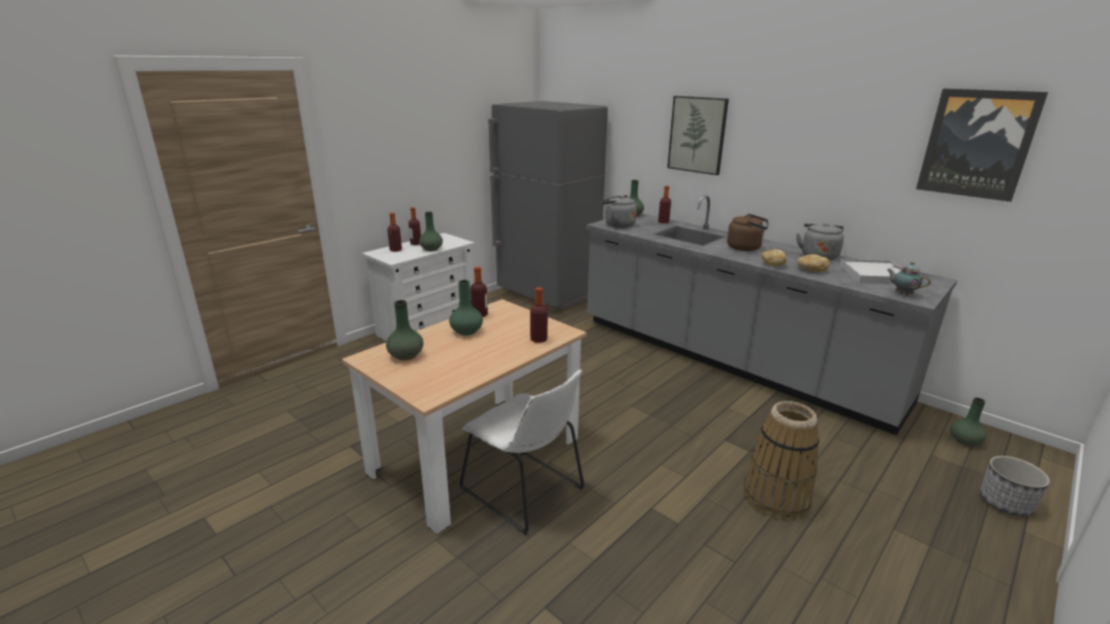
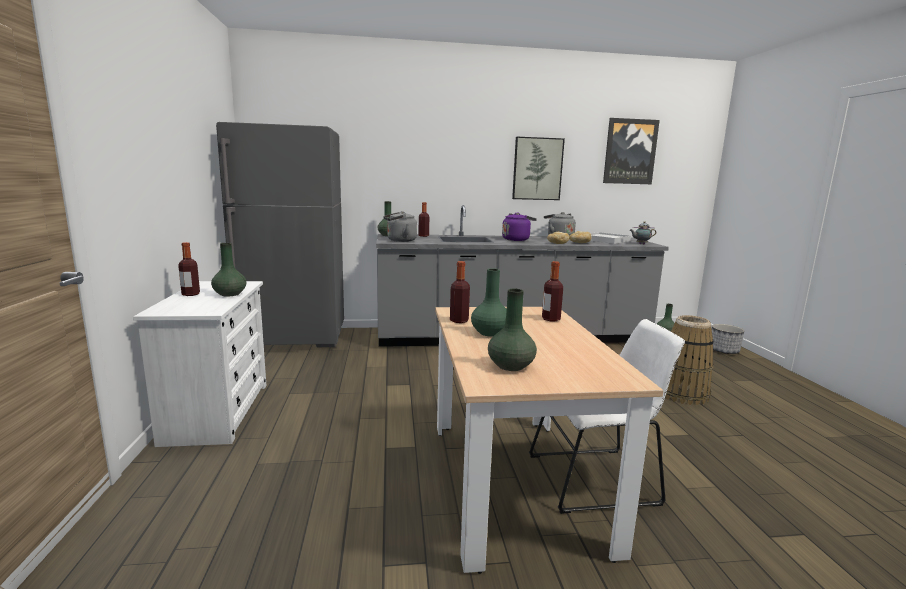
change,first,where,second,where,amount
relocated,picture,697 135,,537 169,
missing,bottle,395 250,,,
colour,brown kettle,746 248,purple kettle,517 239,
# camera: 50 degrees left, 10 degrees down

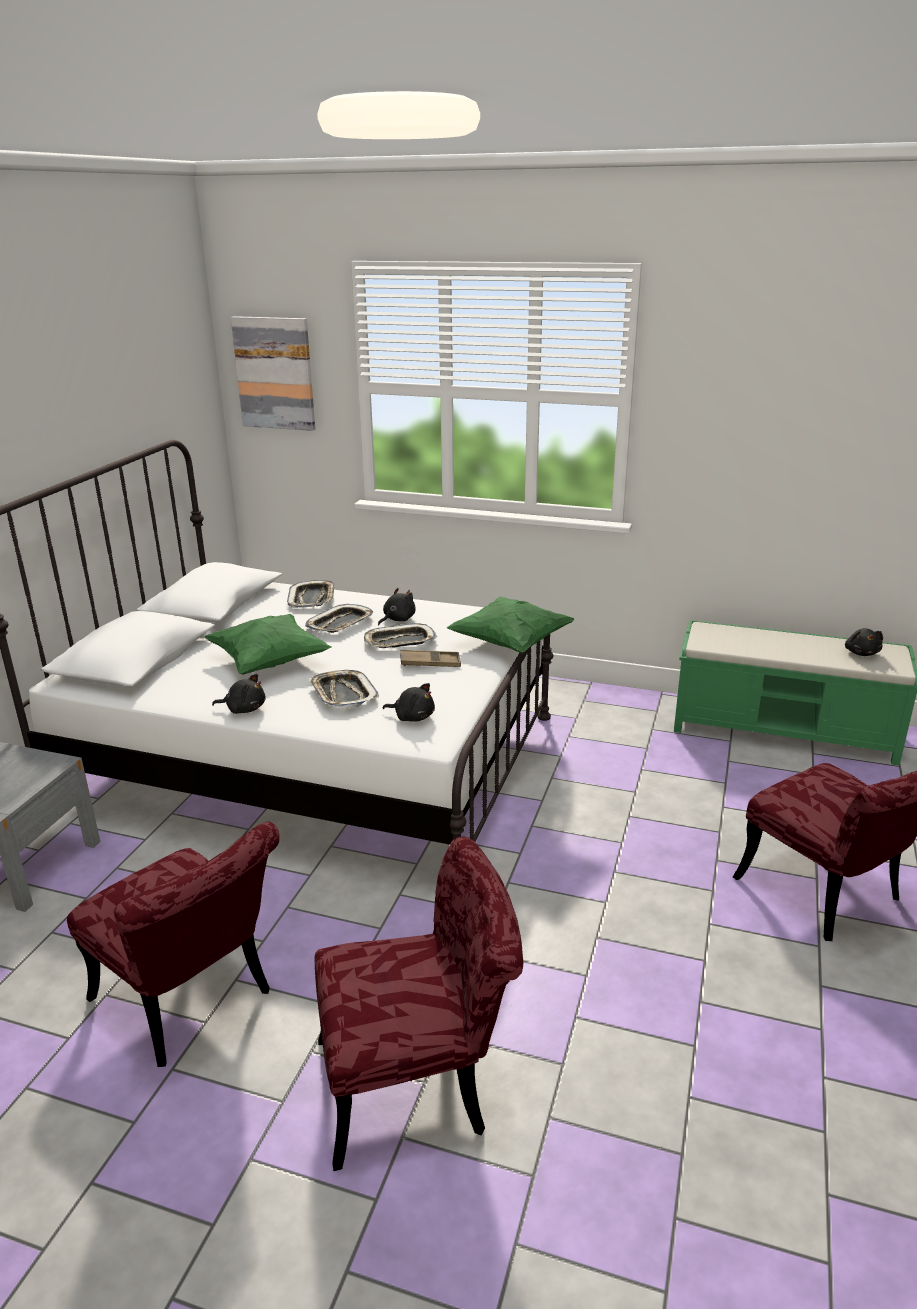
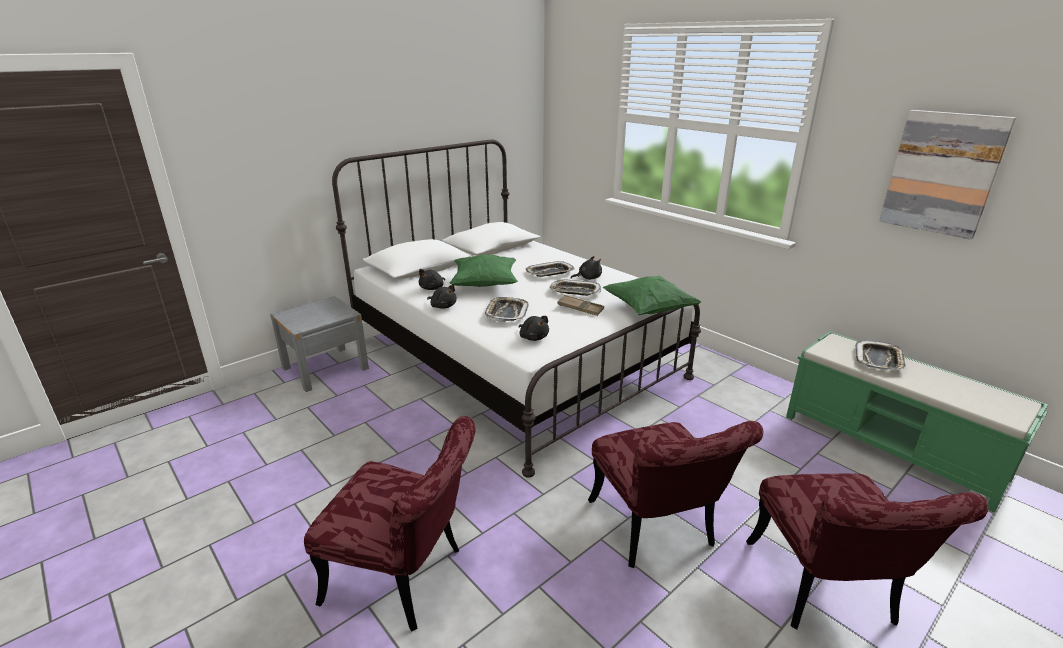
change,first,where,second,where,amount
relocated,picture,275 373,,942 173,
relocated,tray,312 599,,879 360,
relocated,black plush toy,861 653,,432 288,
relocated,red chair,192 1004,,657 532,
# camera: 30 degrees right, 0 degrees up

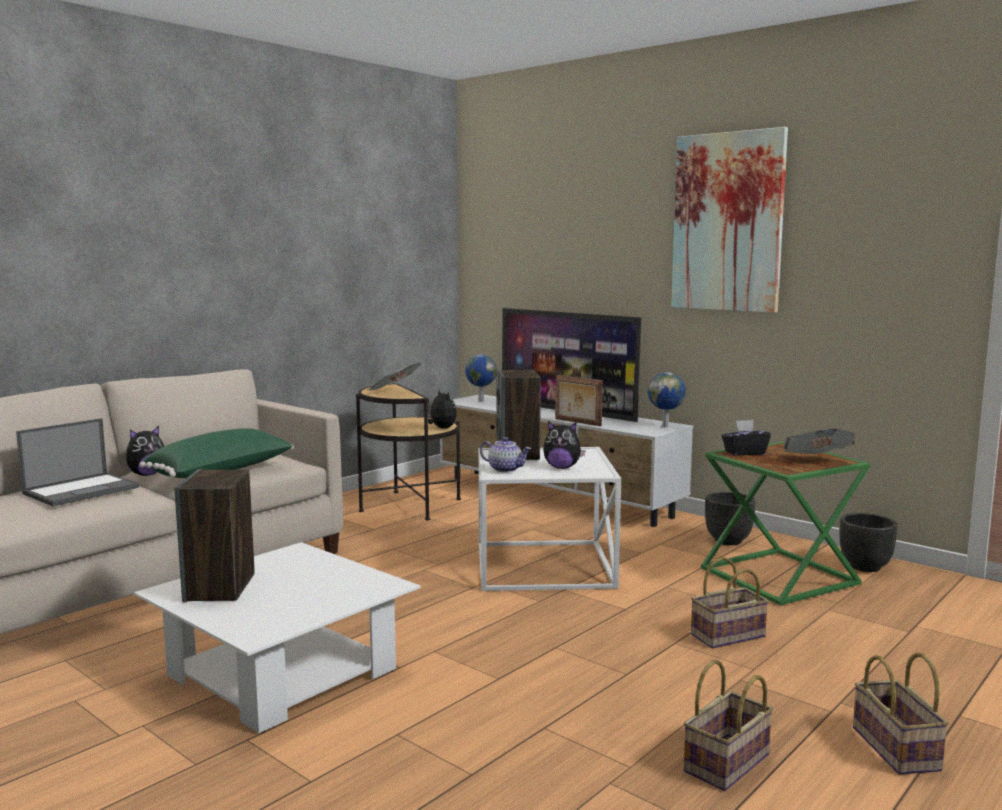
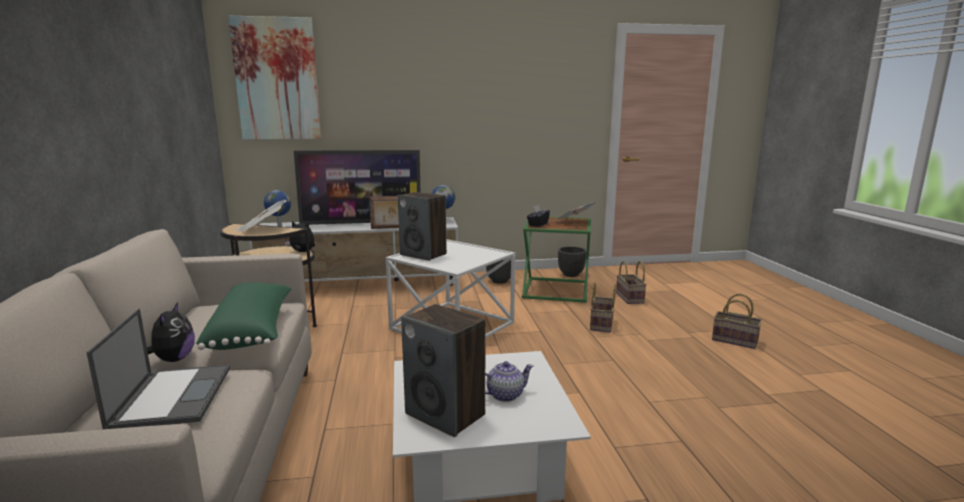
change,first,where,second,where,amount
relocated,picture,727 222,,277 79,
missing,plush toy,562 467,,,
relocated,teapot,505 469,,505 395,
relocated,basket,727 765,,630 298,
# camera: 50 degrees left, 5 degrees up

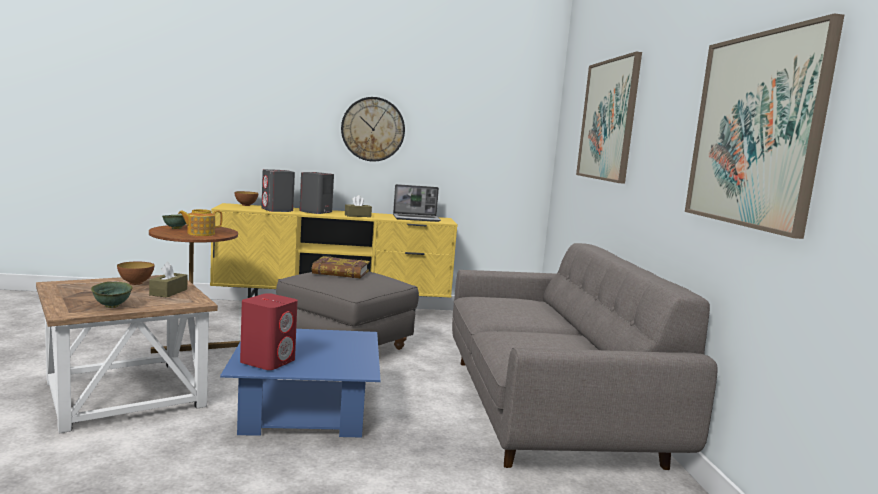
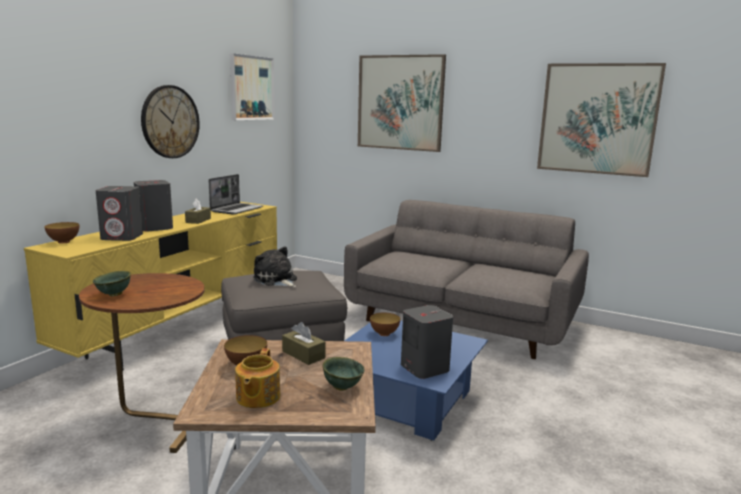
change,first,where,second,where,amount
relocated,teapot,200 233,,257 397,
exchanged,book,340 272,plush toy,276 280,
colour,red speaker,268 361,grey speaker,424 368,
appeared,,,picture,251 88,
appeared,,,bowl,384 334,
# camera: 55 degrees left, 5 degrees up

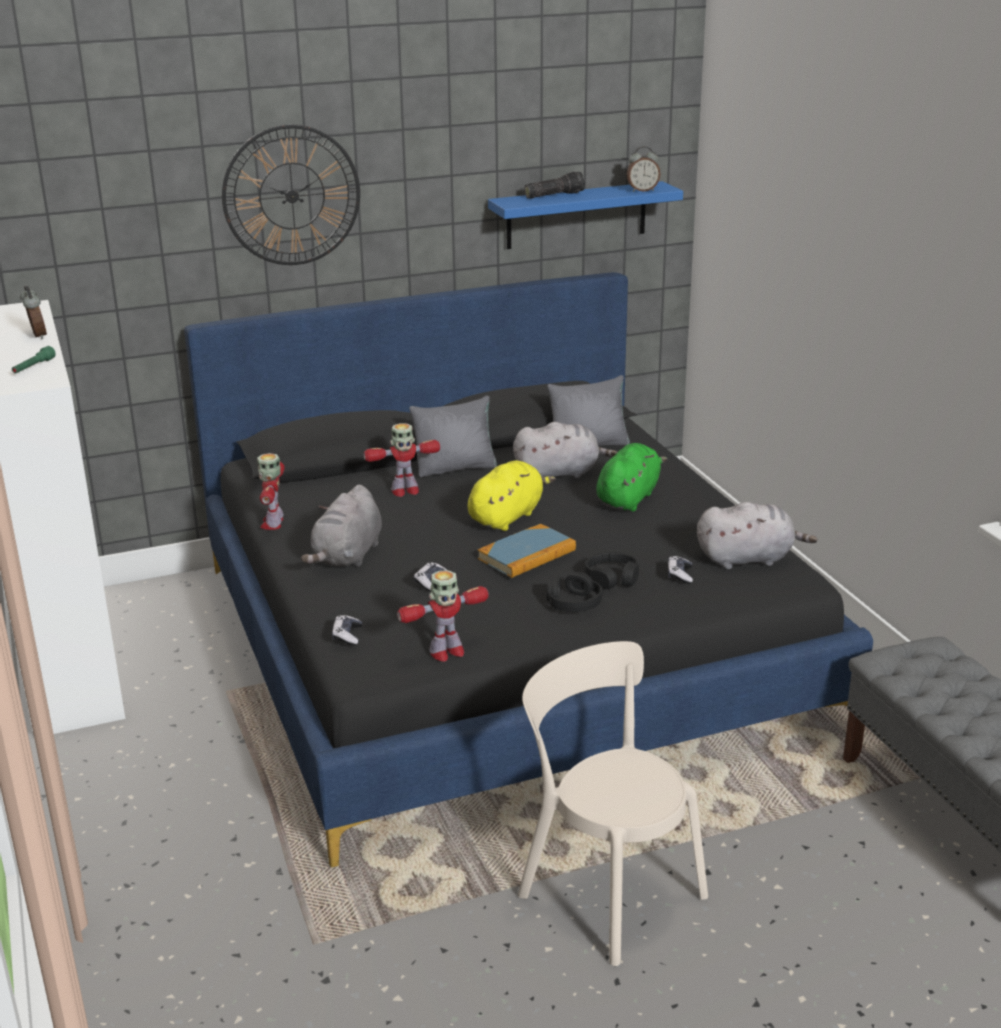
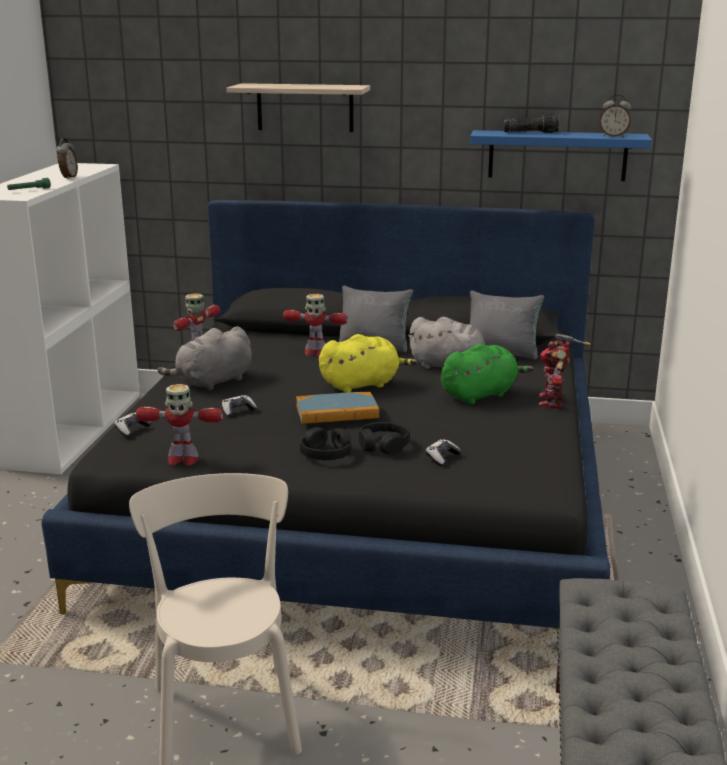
change,first,where,second,where,amount
exchanged,wall clock,292 196,shelf,305 107,
missing,grey plush toy,748 559,,,
appeared,,,toy robot,553 401,
# camera: 30 degrees right, 5 degrees down

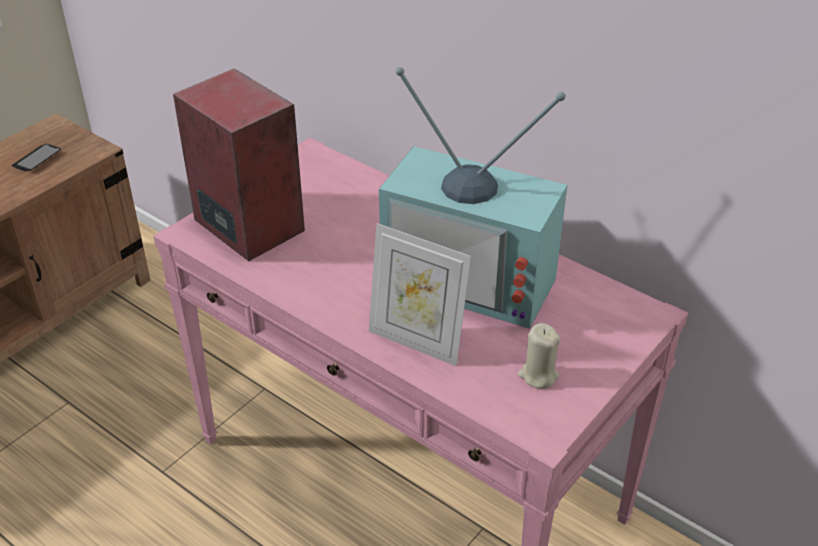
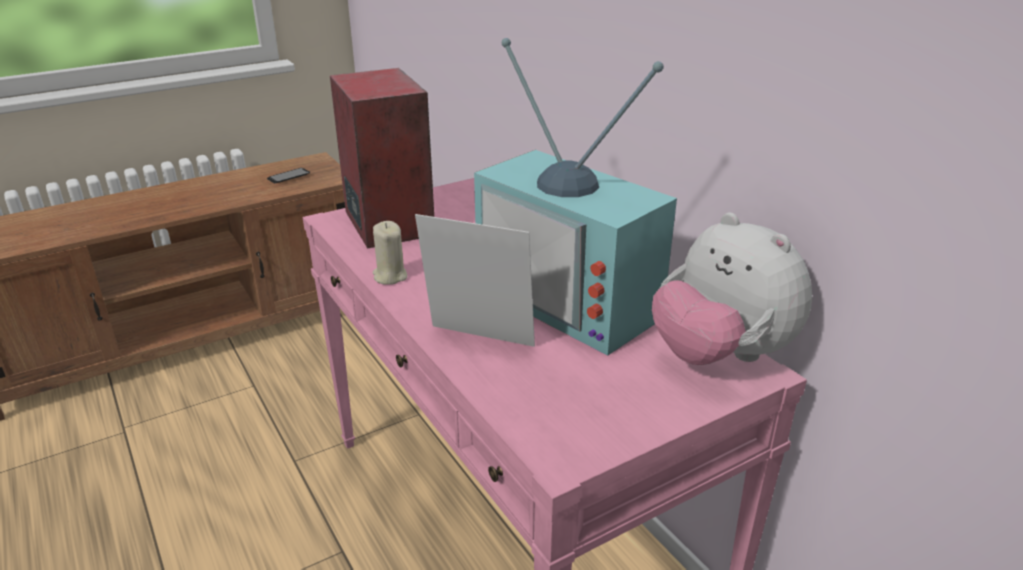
change,first,where,second,where,amount
spun,picture frame,416 342,,478 342,150 degrees clockwise
relocated,beige candle,538 375,,390 276,
appeared,,,plush toy,720 355,
# camera: 20 degrees right, 10 degrees down

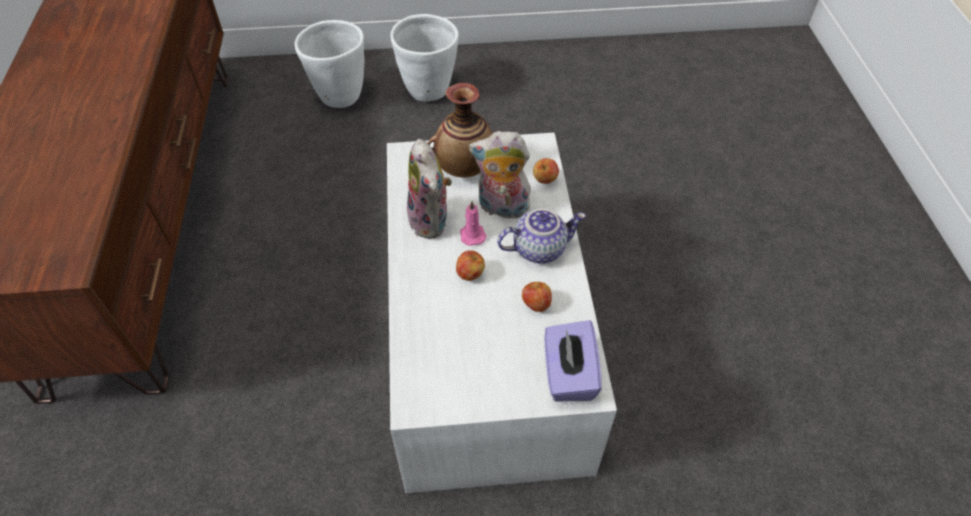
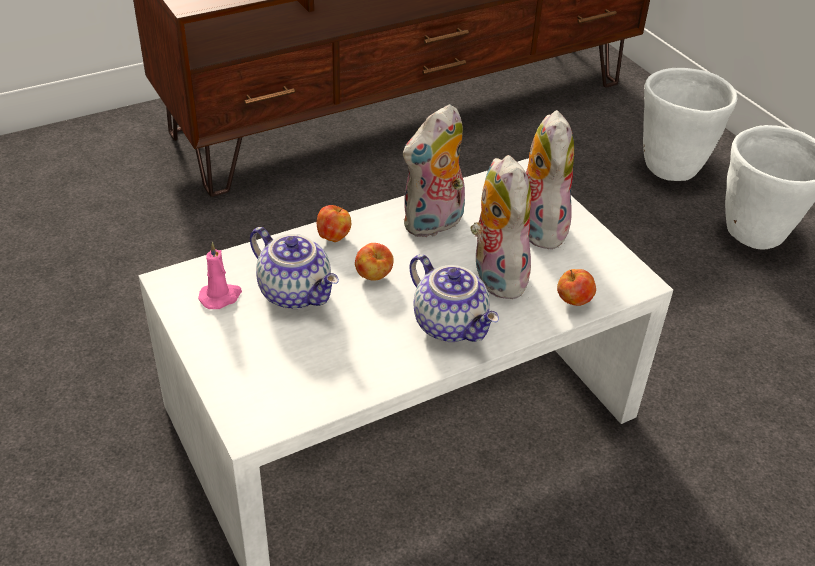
change,first,where,second,where,amount
exchanged,vase,464 168,plush toy,538 226,
relocated,pink candle,472 234,,221 297,
relocated,apple,536 304,,333 237,
missing,purple tissue box,568 374,,,
appeared,,,teapot,296 293,
# camera: 65 degrees right, 10 degrees down

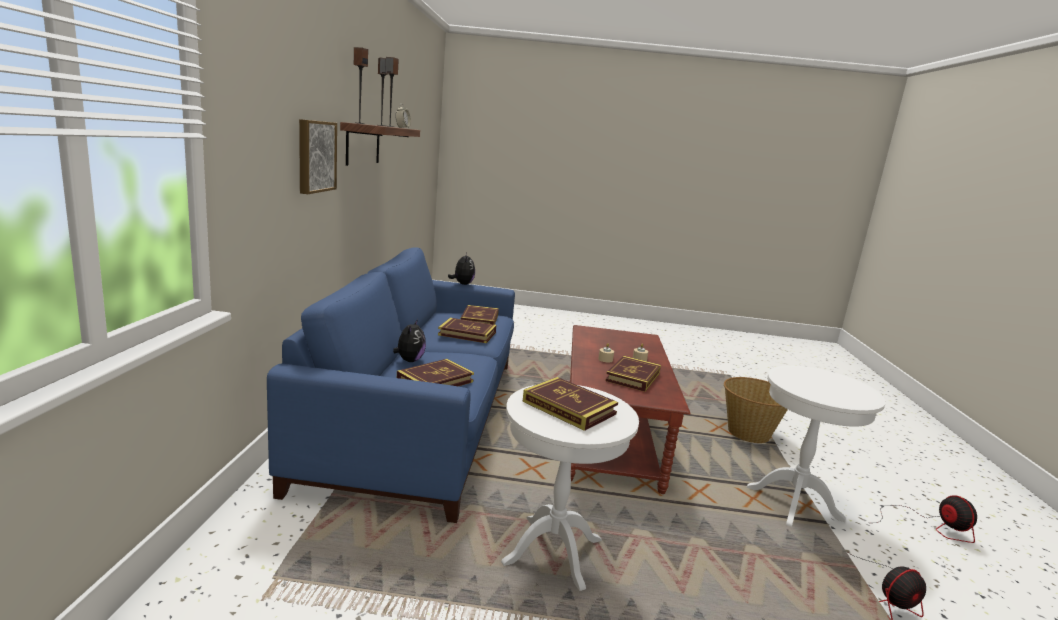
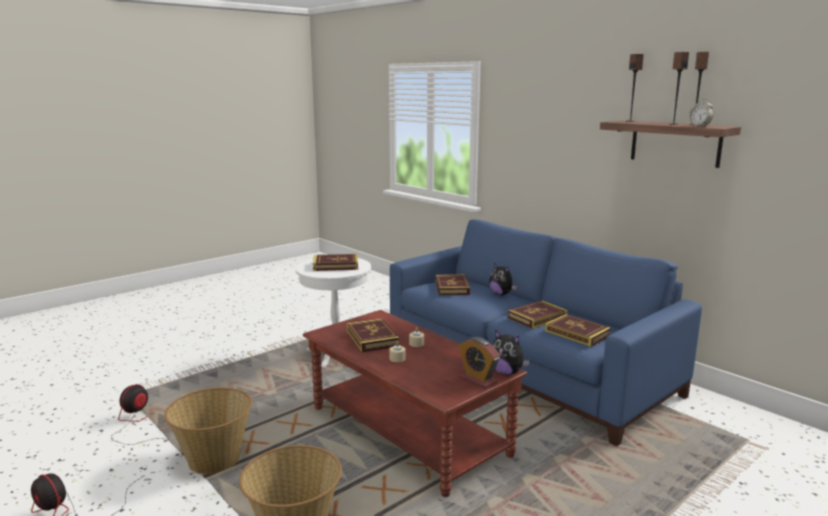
change,first,where,second,where,amount
missing,picture,315 156,,,
relocated,plush toy,462 284,,506 372,
exchanged,white side table,793 503,basket,214 458,
appeared,,,alarm clock,478 380,
# camera: 135 degrees right, 0 degrees up

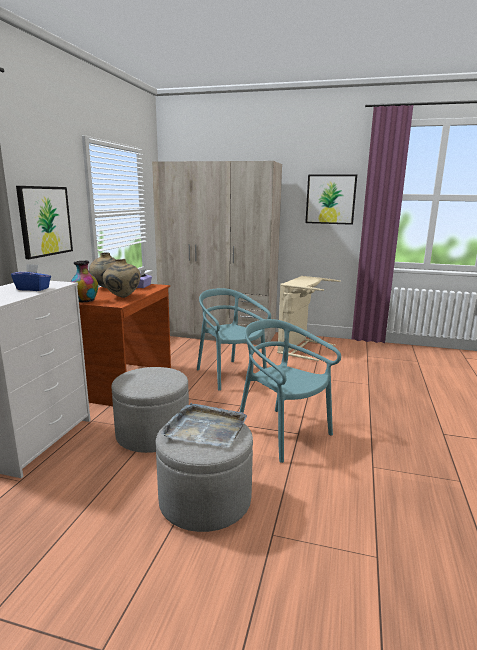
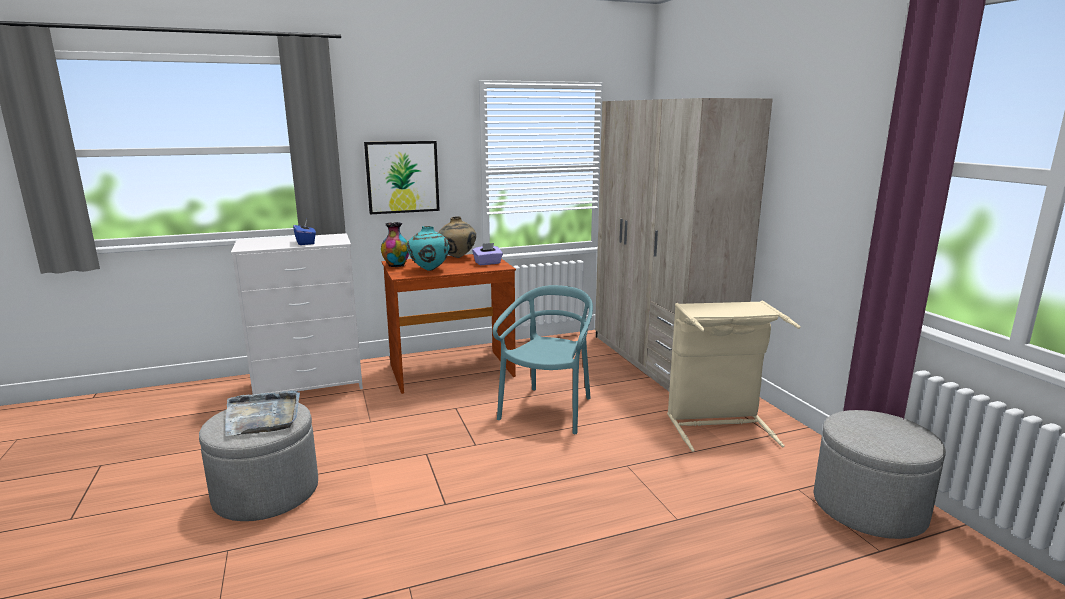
change,first,where,second,where,amount
missing,picture,330 199,,,
colour,beige vase,123 297,turquoise vase,429 270,
missing,turquoise chair,282 433,,,
relocated,grey ottoman,153 434,,868 508,
# camera: 55 degrees right, 0 degrees up

